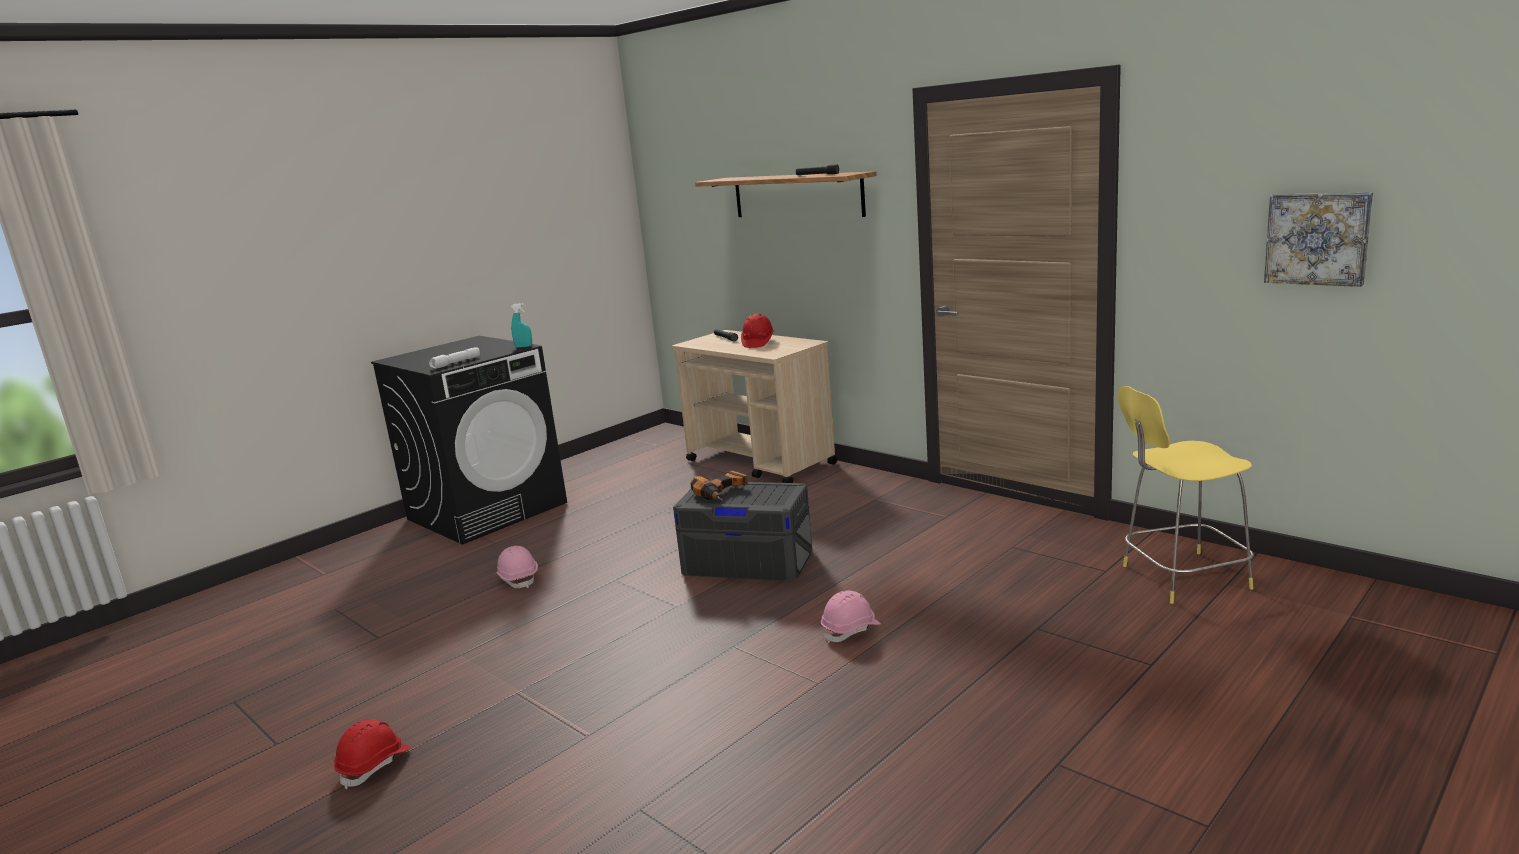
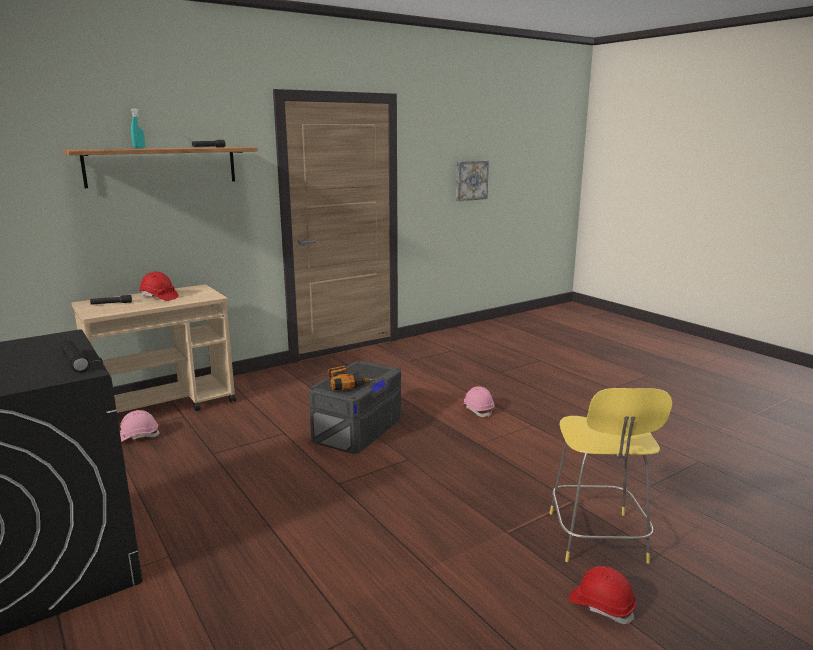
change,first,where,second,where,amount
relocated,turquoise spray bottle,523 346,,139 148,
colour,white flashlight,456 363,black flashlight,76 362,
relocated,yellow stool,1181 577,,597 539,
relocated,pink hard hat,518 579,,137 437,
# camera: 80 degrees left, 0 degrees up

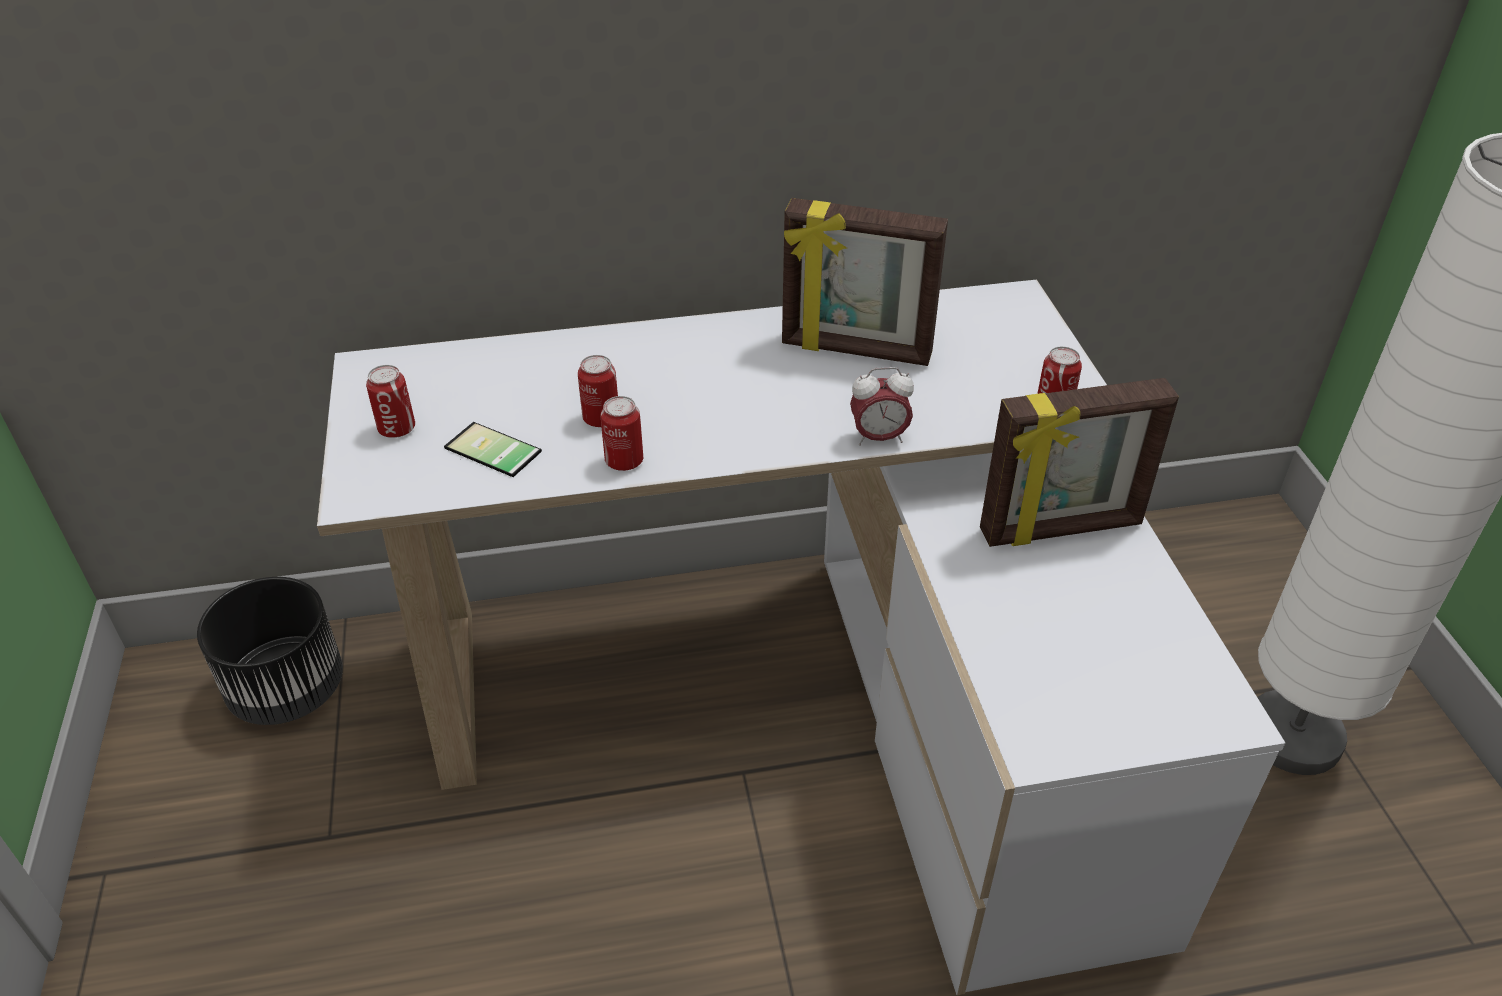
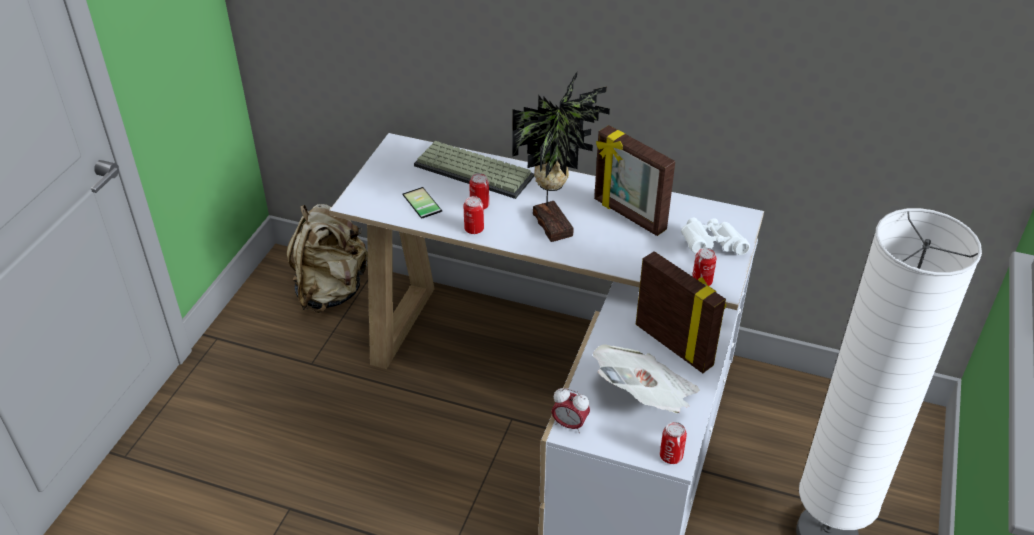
change,first,where,second,where,amount
relocated,can,397 429,,671 456,
relocated,alarm clock,878 438,,569 424,
spun,picture frame,1061 530,,674 344,150 degrees counterclockwise
exchanged,black planter,287 689,beige backpack,331 291,
appeared,,,potted plant,555 224,
appeared,,,keyboard,476 170,
appeared,,,white binoculars,711 246,
appeared,,,newspaper,645 397,
# camera: 30 degrees right, 0 degrees up

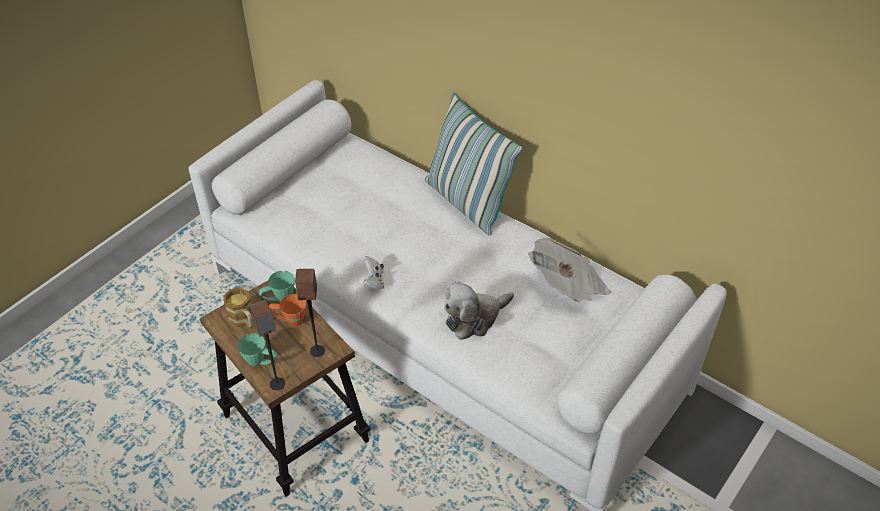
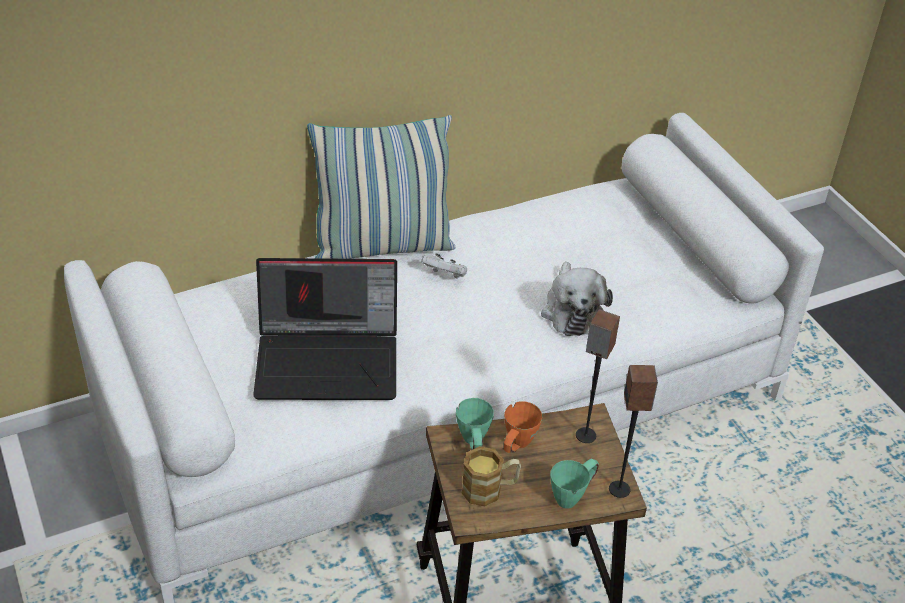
change,first,where,second,where,amount
missing,newspaper,567 285,,,
relocated,white game controller,374 281,,445 275,
appeared,,,laptop,329 360,
# camera: 65 degrees left, 5 degrees down

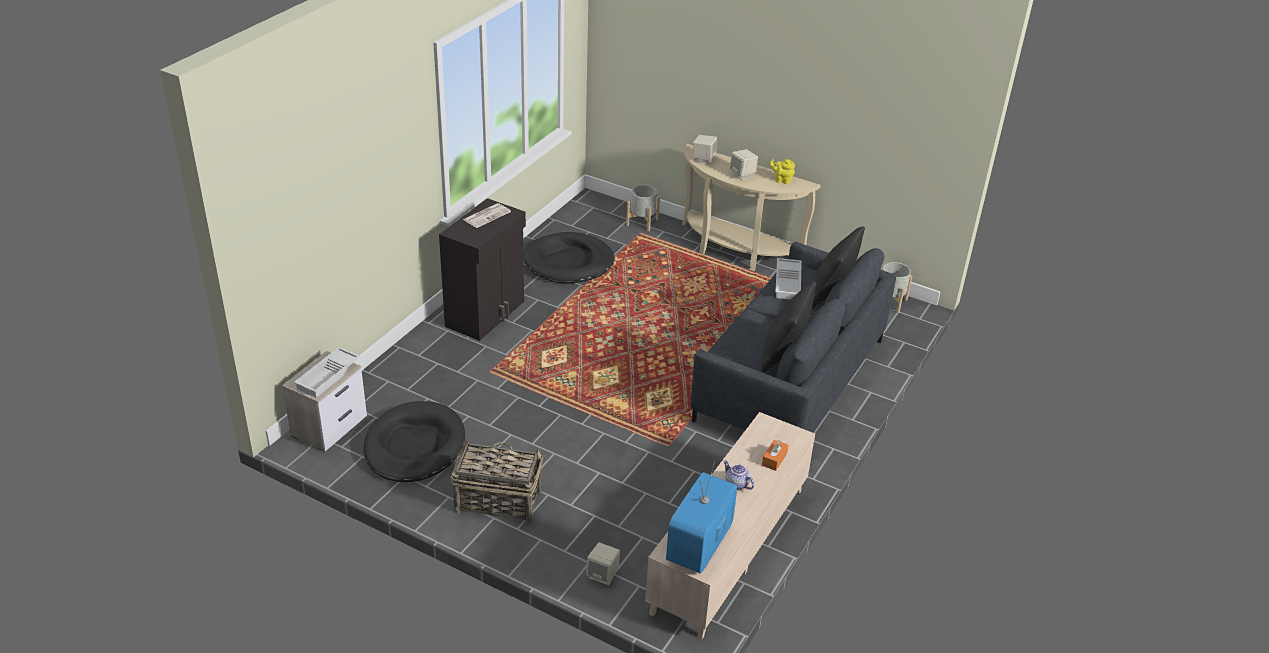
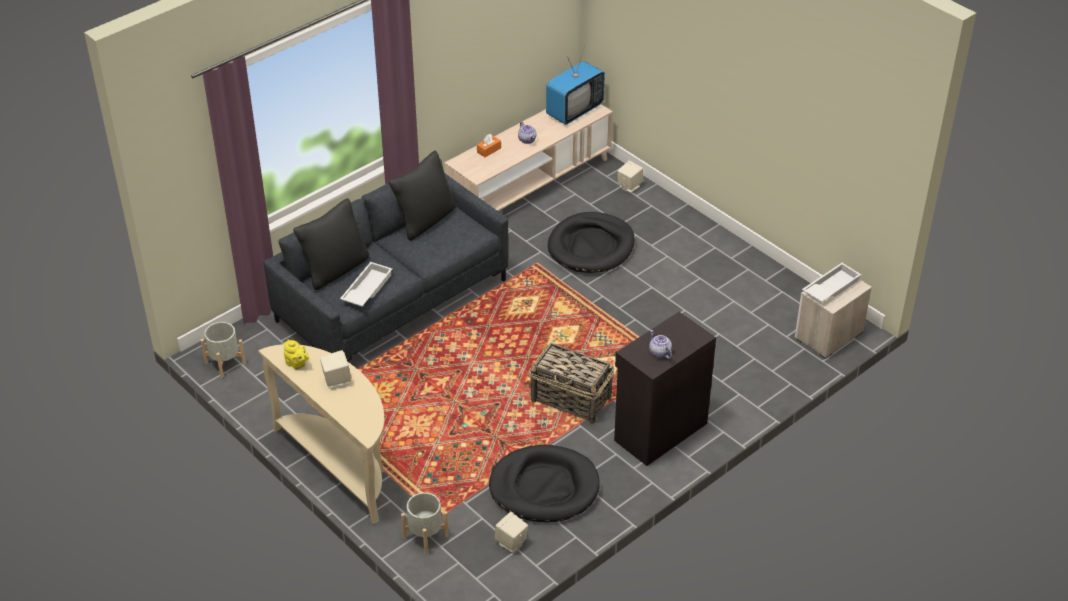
change,first,where,second,where,amount
relocated,beige speaker,703 160,,511 543,
exchanged,newspaper,487 215,teapot,659 353,
relocated,black dog bed,414 446,,591 246,
relocated,basket,497 500,,571 399,
# camera: 160 degrees left, 5 degrees up

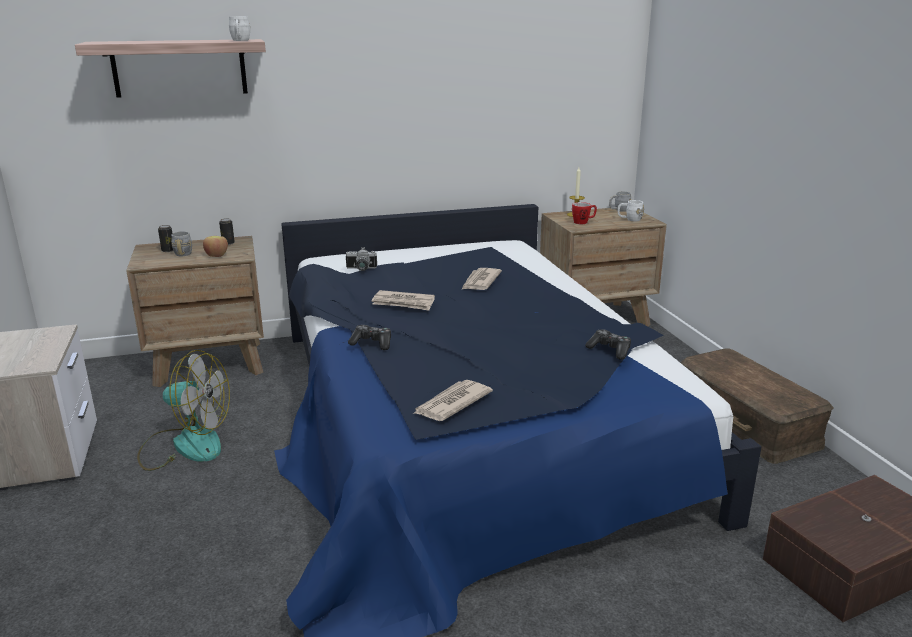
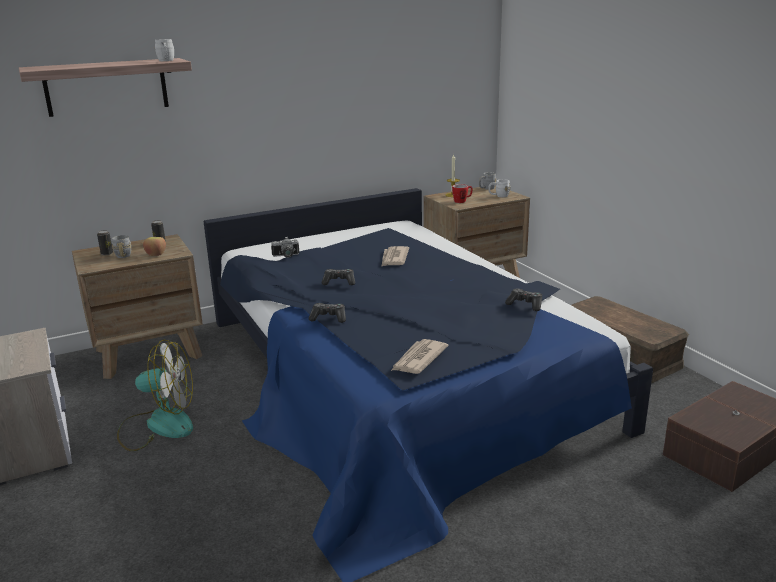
change,first,where,second,where,amount
exchanged,newspaper,403 303,game controller,339 282,
# camera: 10 degrees left, 0 degrees up

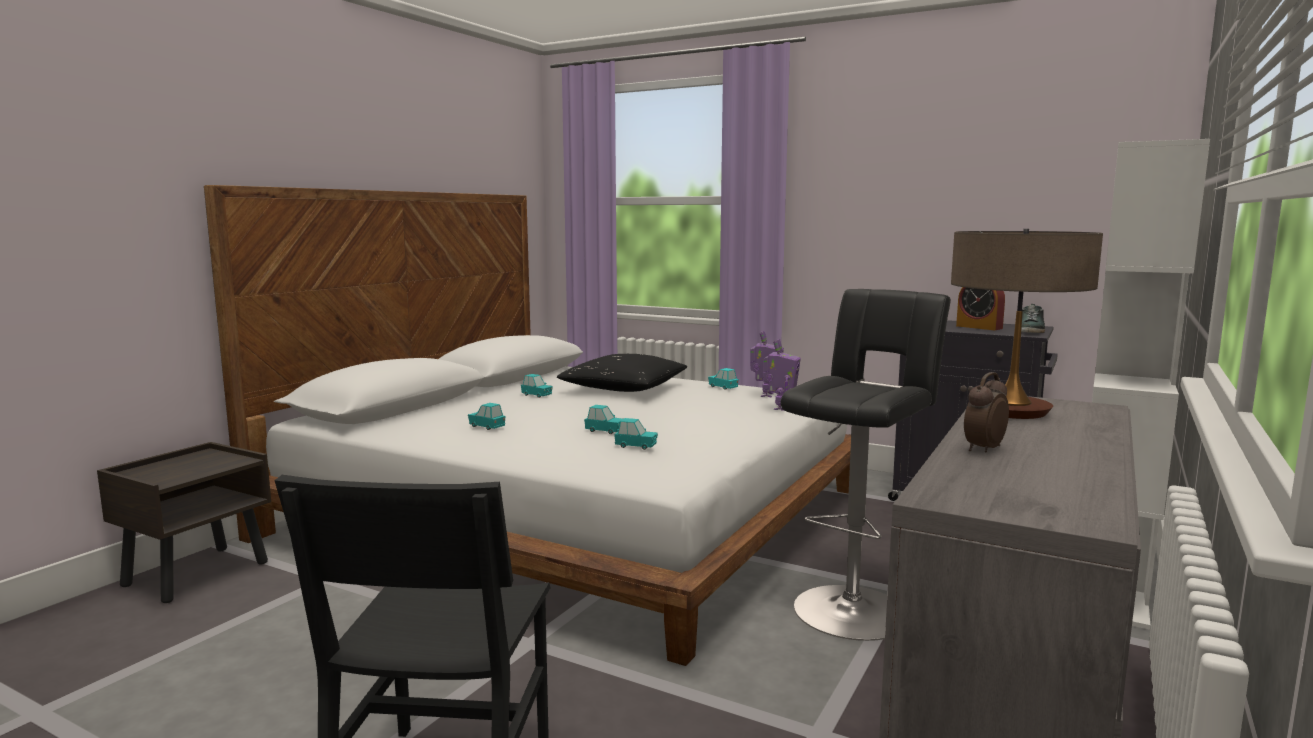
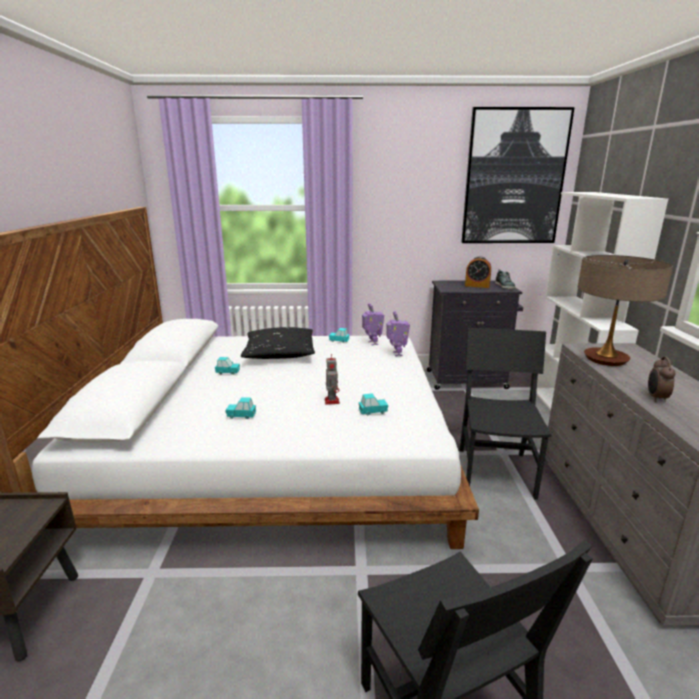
change,first,where,second,where,amount
exchanged,black stool,855 608,black chair,495 472,
exchanged,turquoise toy car,604 431,toy robot,331 401,
appeared,,,picture,514 178,
# camera: 30 degrees left, 10 degrees up

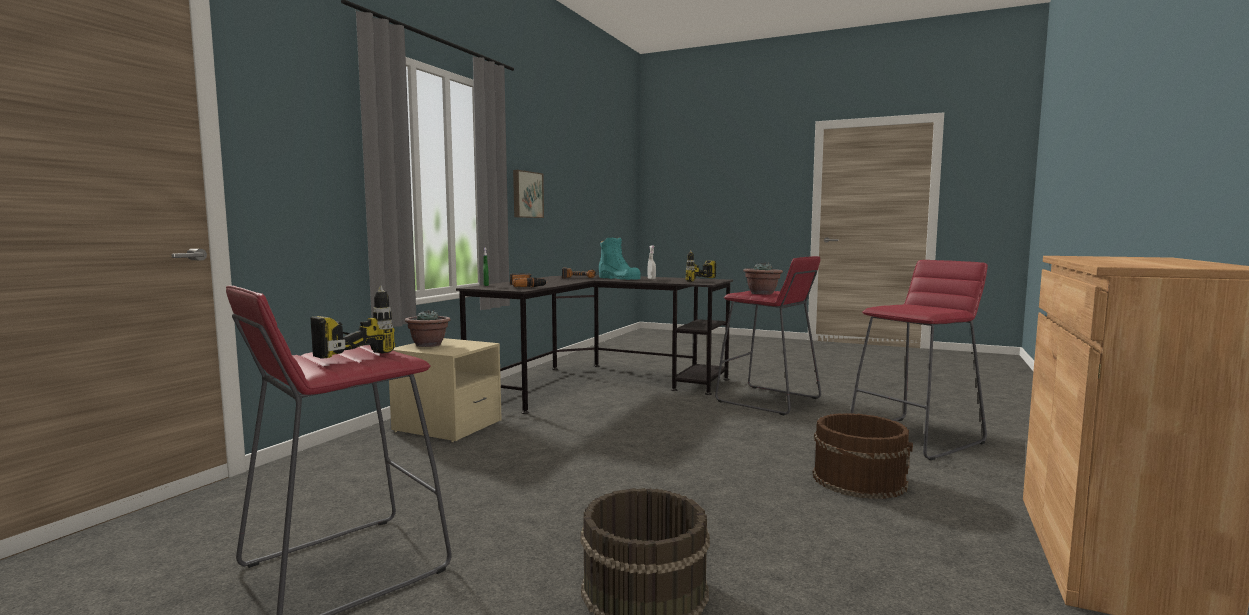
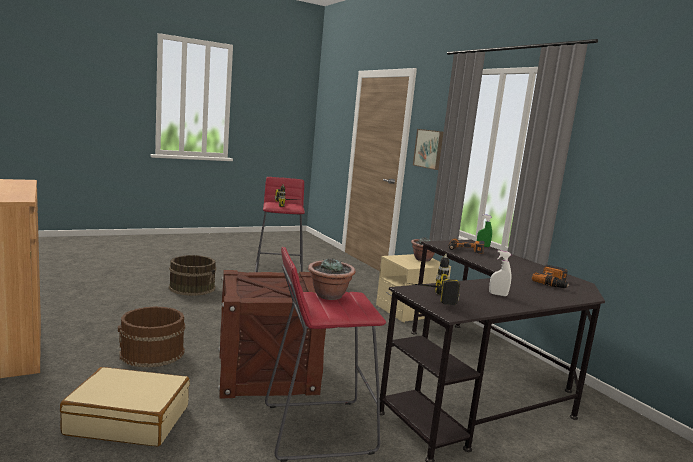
change,first,where,second,where,amount
relocated,picture,526 194,,429 149,
missing,turquoise boot,619 278,,,
exchanged,red stool,916 438,beige suitcase,129 420,
appeared,,,crate,267 372,
# camera: 125 degrees right, 5 degrees up

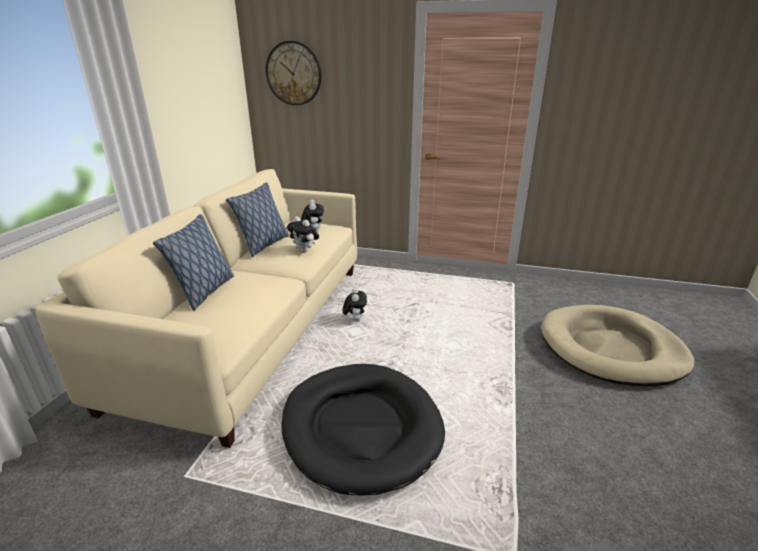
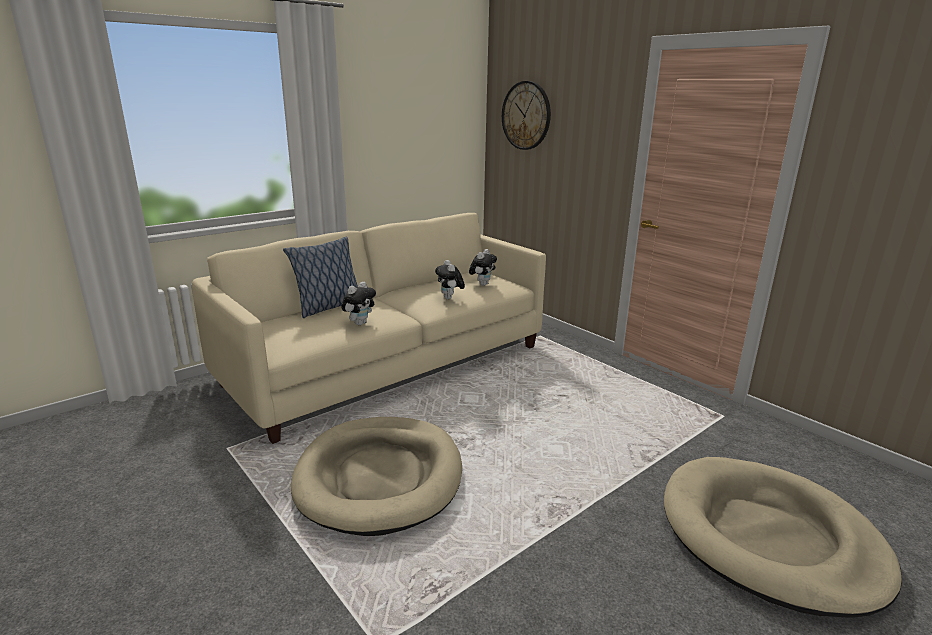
change,first,where,second,where,amount
missing,pillow,263 245,,,
relocated,plush toy,355 319,,360 323,
colour,black dog bed,361 428,beige dog bed,380 477,
# camera: 35 degrees right, 5 degrees down

